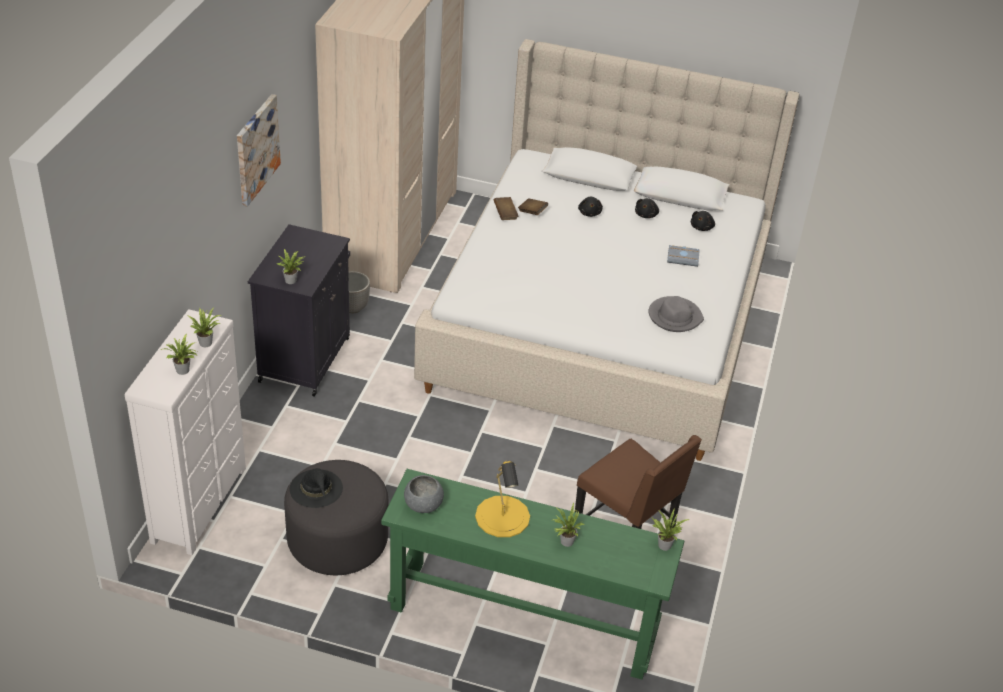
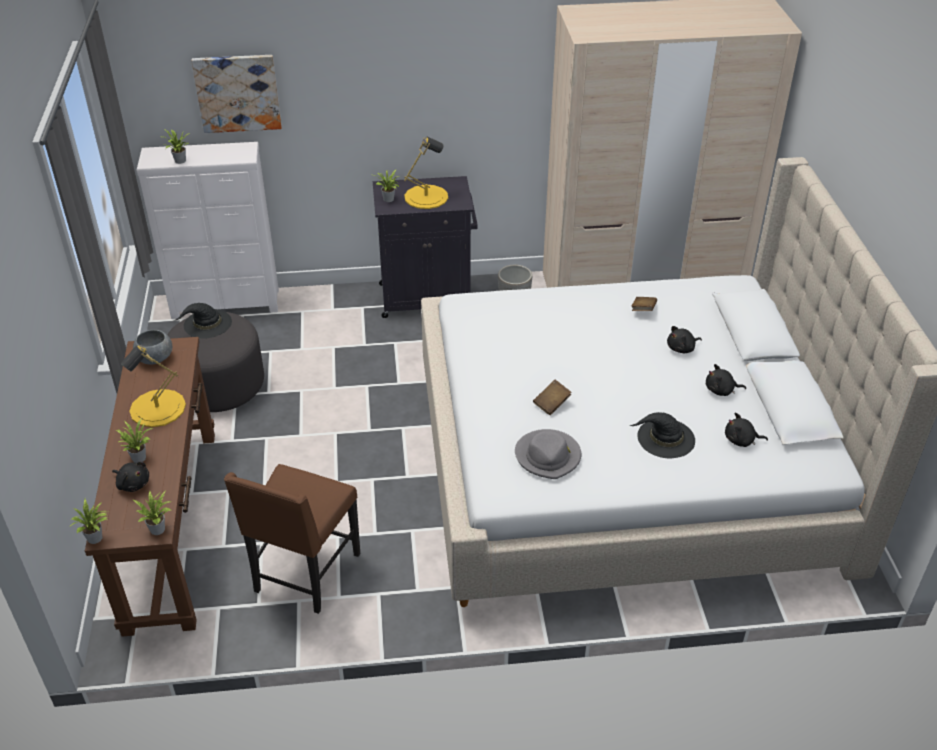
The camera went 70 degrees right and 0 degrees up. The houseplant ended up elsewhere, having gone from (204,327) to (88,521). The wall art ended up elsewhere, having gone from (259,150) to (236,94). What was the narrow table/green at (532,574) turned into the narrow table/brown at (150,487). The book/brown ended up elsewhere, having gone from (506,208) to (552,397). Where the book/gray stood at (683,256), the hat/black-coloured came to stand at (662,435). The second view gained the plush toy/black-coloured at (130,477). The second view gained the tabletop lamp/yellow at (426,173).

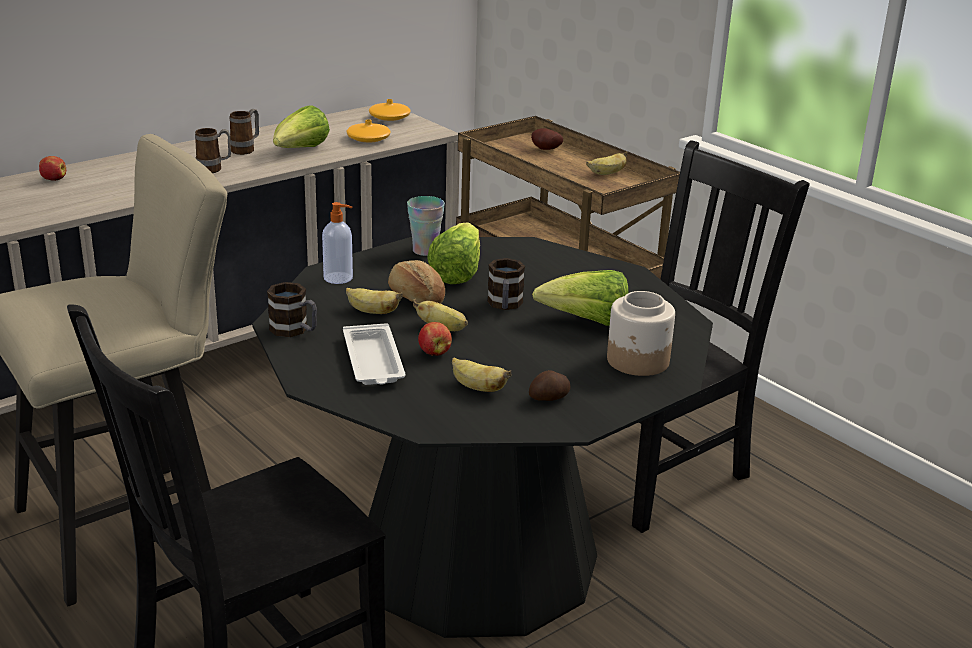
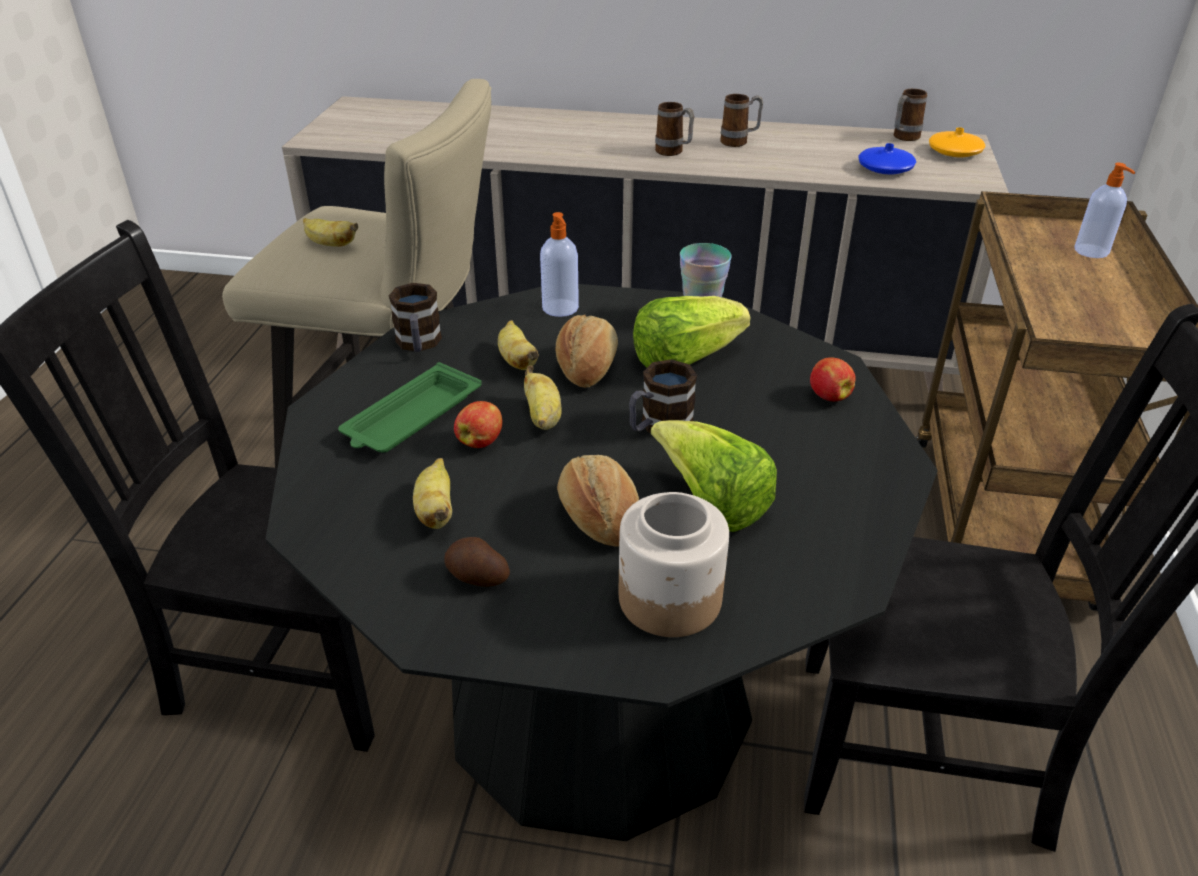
The camera went 50 degrees right and 10 degrees up. The apple ended up elsewhere, having gone from (52,168) to (833,380). The second view lost the head of lettuce at (301,126). What was the carrying tray/white-coloured at (374,354) turned into the carrying tray/green at (410,407). What was the decorative vase/orange at (369,130) turned into the decorative vase/blue at (887,159). Where the whole potato stood at (547,139), the soap bottle came to stand at (1104,210). The whole banana ended up elsewhere, having gone from (606,163) to (330,232). The second view gained the bakery bread at (598,501). The second view gained the mug at (910,115).

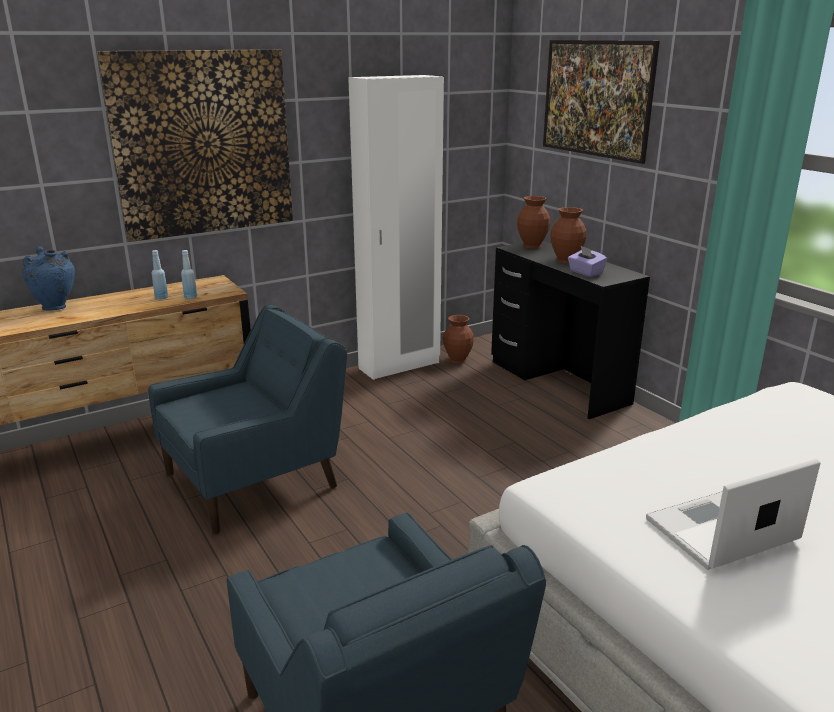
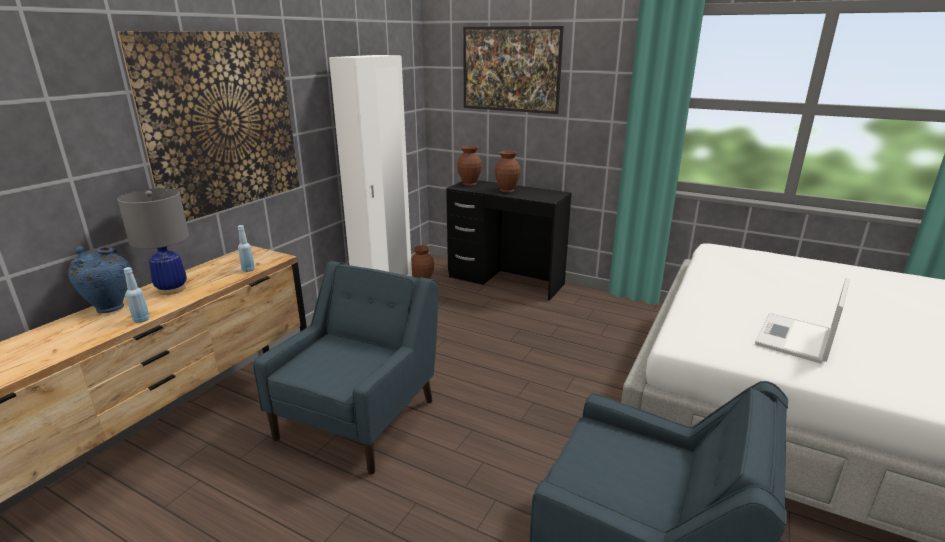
The camera went 30 degrees left and 0 degrees up. The beverage bottle/blue ended up elsewhere, having gone from (159,274) to (137,295). The second view lost the tissue box/purplish at (587,261). The second view gained the tabletop lamp/gray at (153,241).

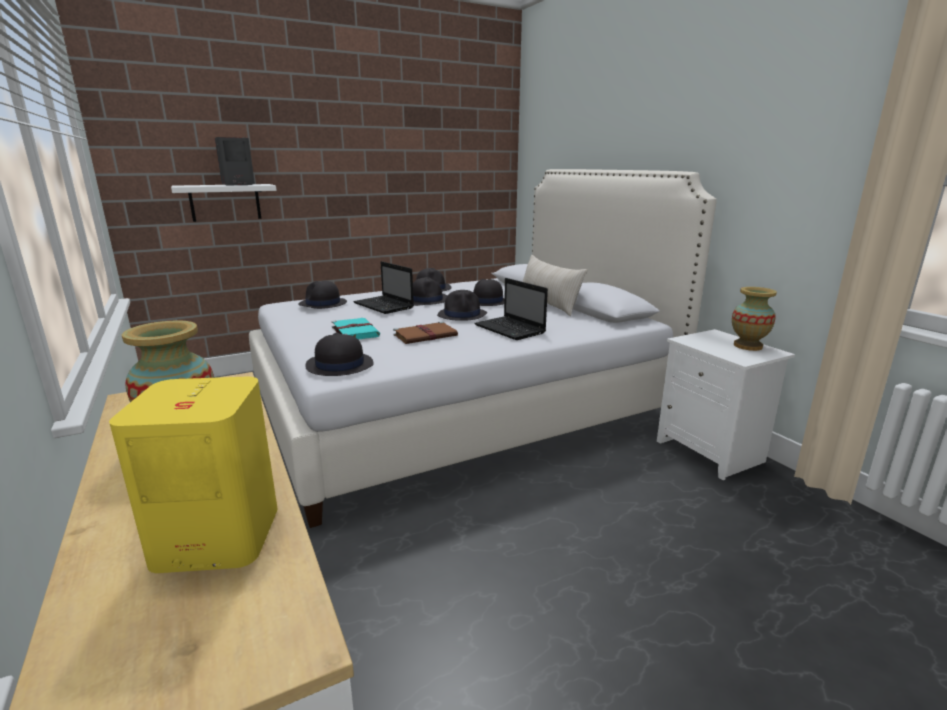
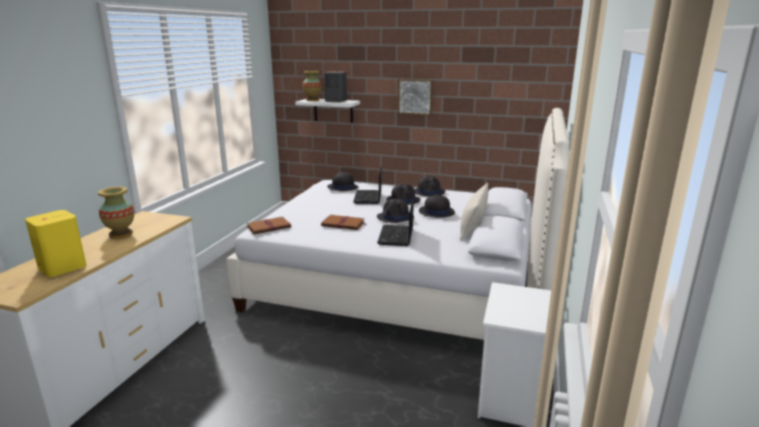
The camera went 45 degrees right and 0 degrees up. Where the hat/black-coloured stood at (339,354), the book/brown came to stand at (269,225). The second view lost the book/turquoise at (356,329). The decorative vase ended up elsewhere, having gone from (754,319) to (312,86). The second view gained the wall art at (415,97).

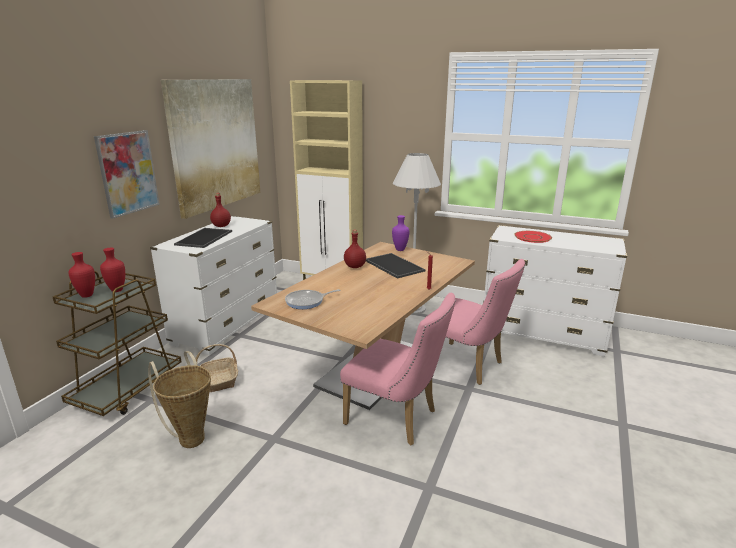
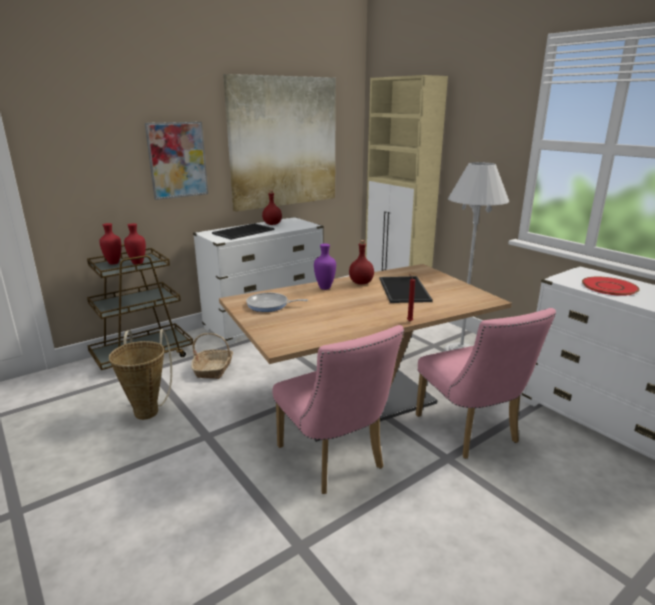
The camera went 30 degrees right and 0 degrees up. The decorative vase/purplish ended up elsewhere, having gone from (400,233) to (325,267).

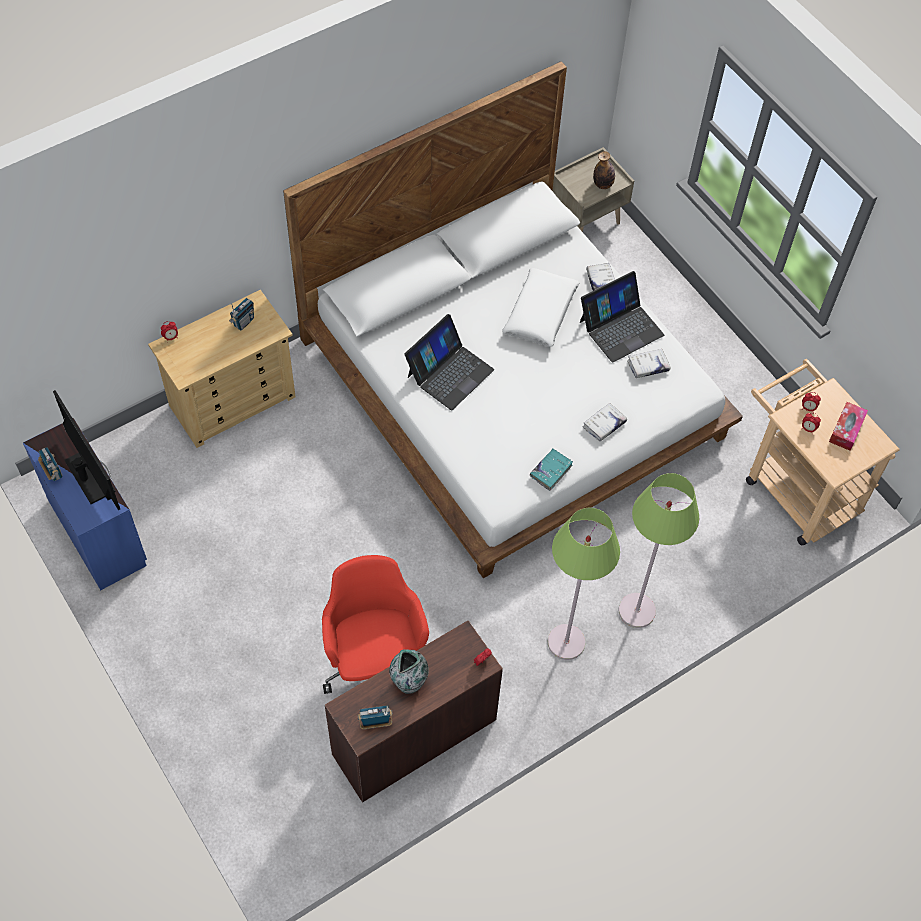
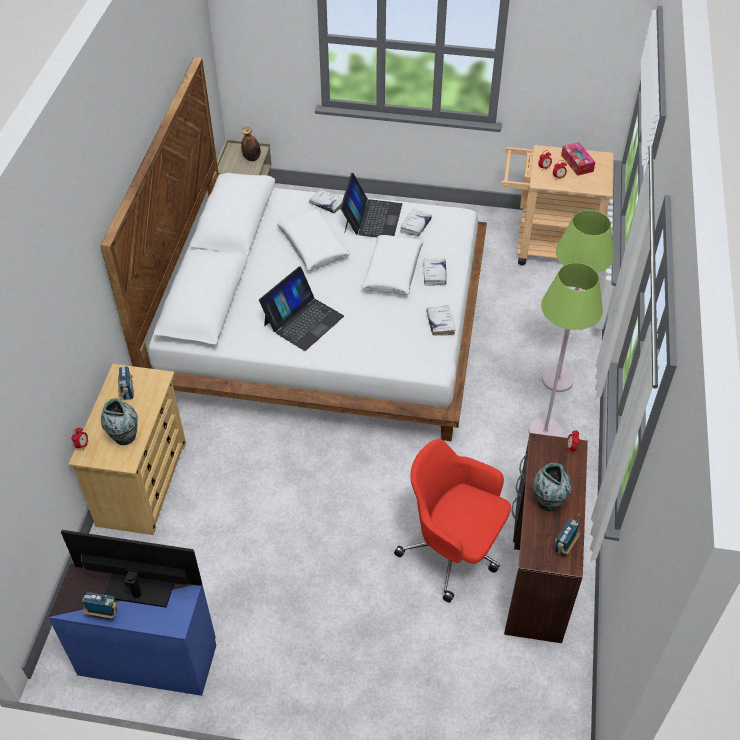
The camera went 45 degrees left and 10 degrees down. The notebook computer at (449,362) ended up facing another way, 45 degrees clockwise from before. What was the book/turquoise at (551,470) turned into the book/white-coloured at (441,321). The second view gained the decorative vase at (119,421). The second view gained the cushion/white-coloured at (392,265).

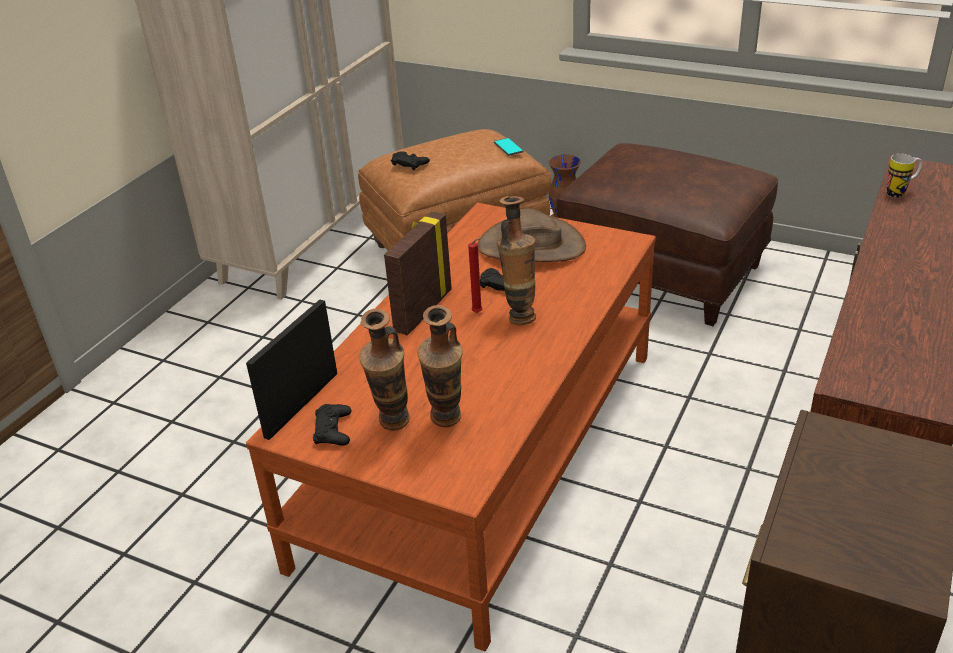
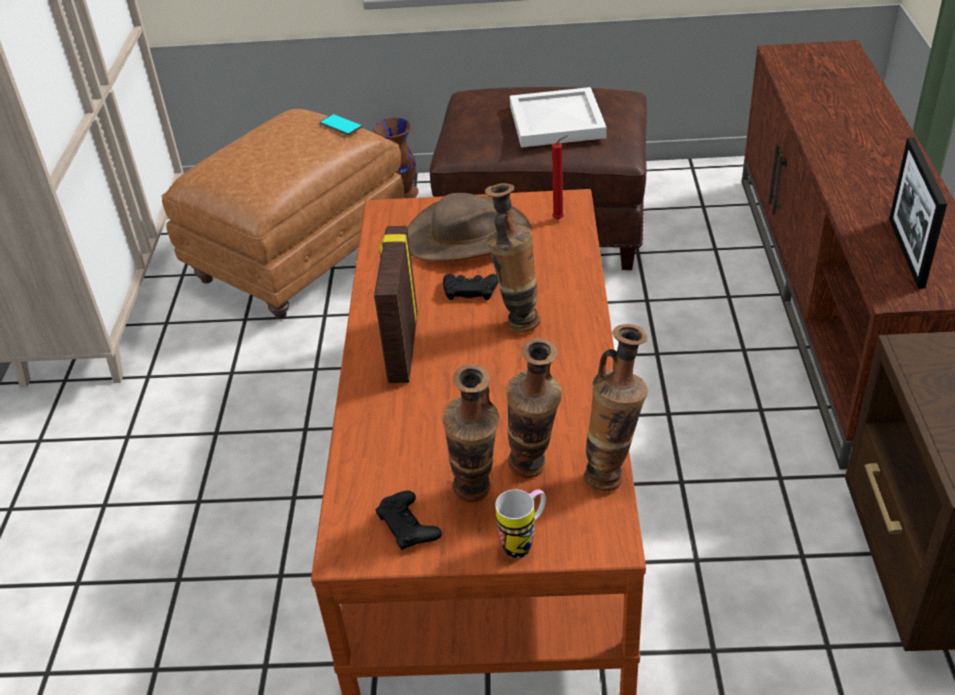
The camera went 25 degrees left and 5 degrees up. The photo frame ended up elsewhere, having gone from (291,369) to (918,213). The second view lost the game controller/black-coloured at (410,160). The wax light/red-coloured ended up elsewhere, having gone from (475,275) to (559,178). The mug ended up elsewhere, having gone from (904,176) to (520,524). The second view gained the carrying tray/white-coloured at (558,117). The second view gained the decorative vase at (616,407).

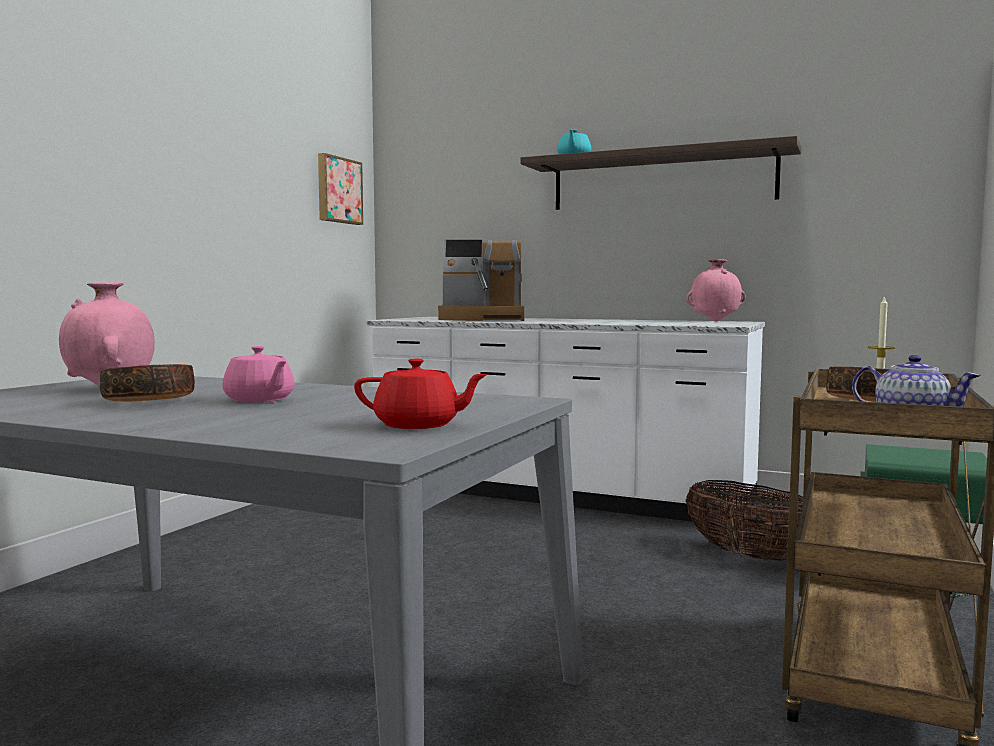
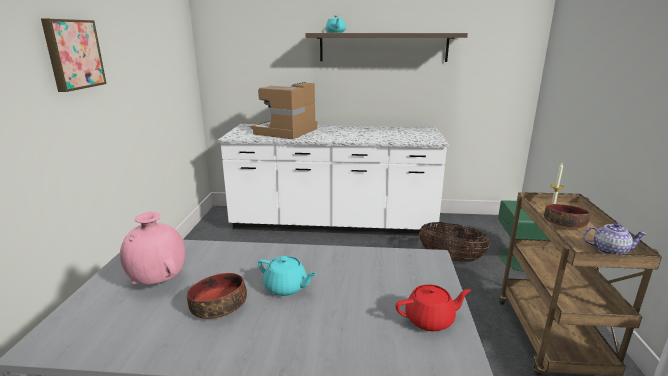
The camera went 20 degrees left and 15 degrees up. What was the teapot/pinkish at (258,374) turned into the teapot/turquoise at (287,276). The wall art ended up elsewhere, having gone from (340,189) to (74,55). The coffee maker at (481,280) ended up facing another way, 135 degrees clockwise from before. The second view lost the decorative vase/pinkish at (716,290).

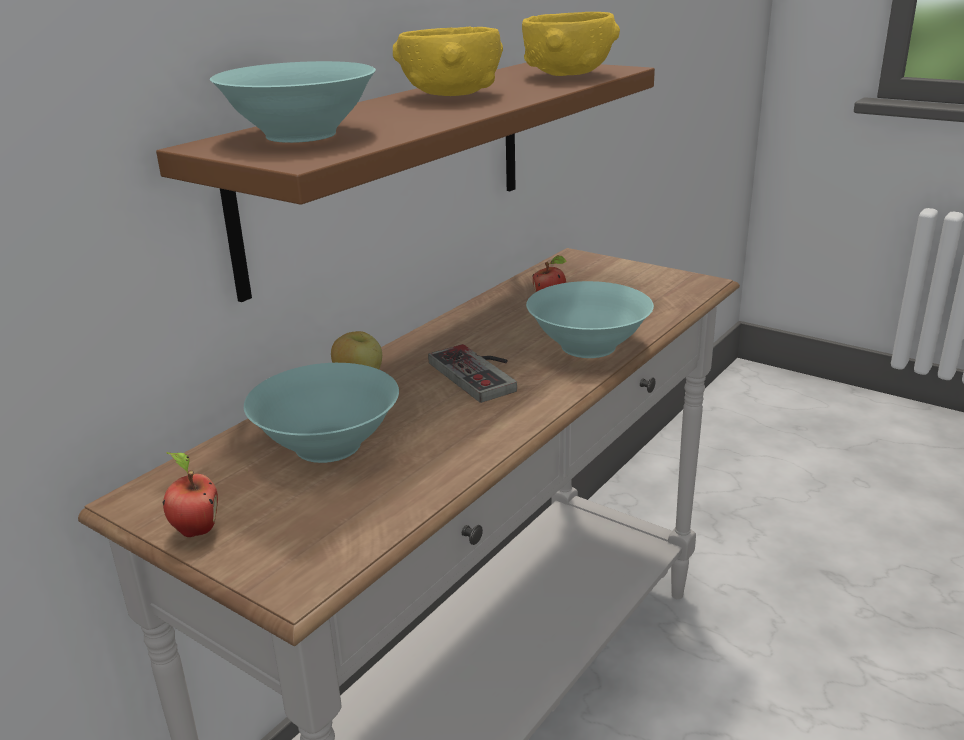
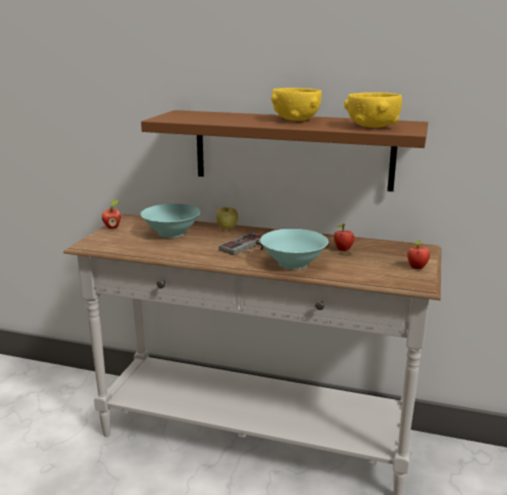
The camera went 70 degrees right and 5 degrees down. The second view lost the serving bowl/turquoise at (293,102). The second view gained the apple at (418,254).

